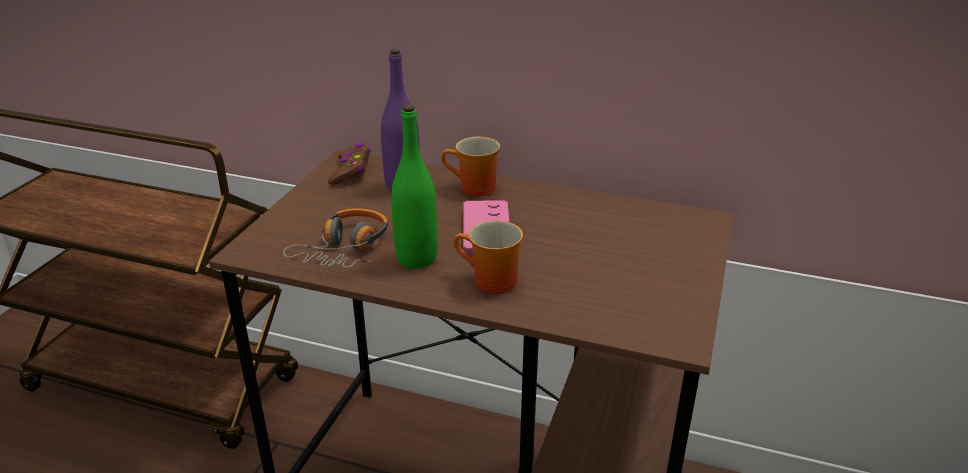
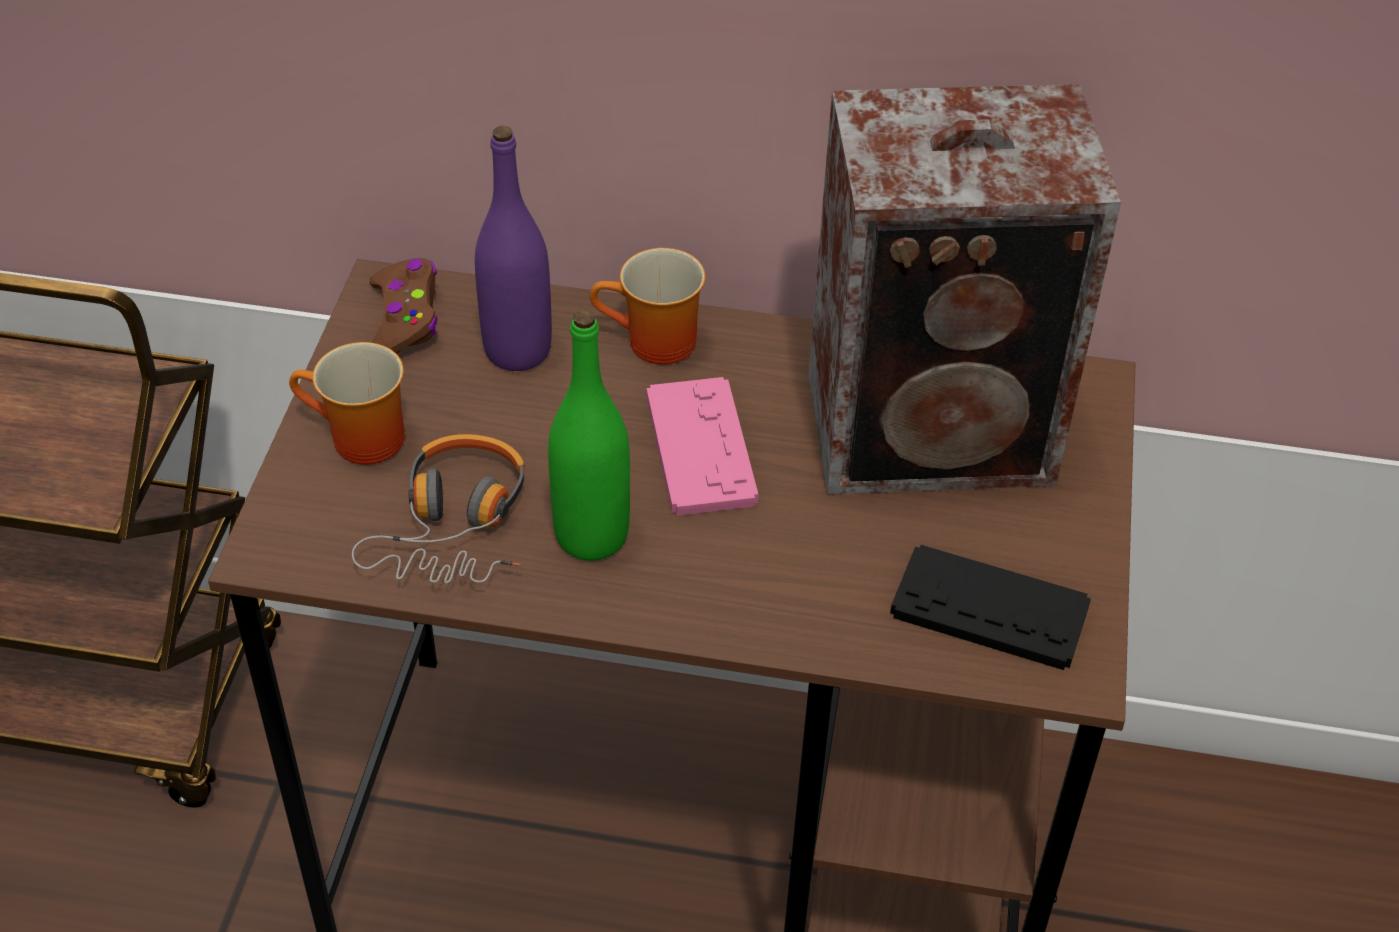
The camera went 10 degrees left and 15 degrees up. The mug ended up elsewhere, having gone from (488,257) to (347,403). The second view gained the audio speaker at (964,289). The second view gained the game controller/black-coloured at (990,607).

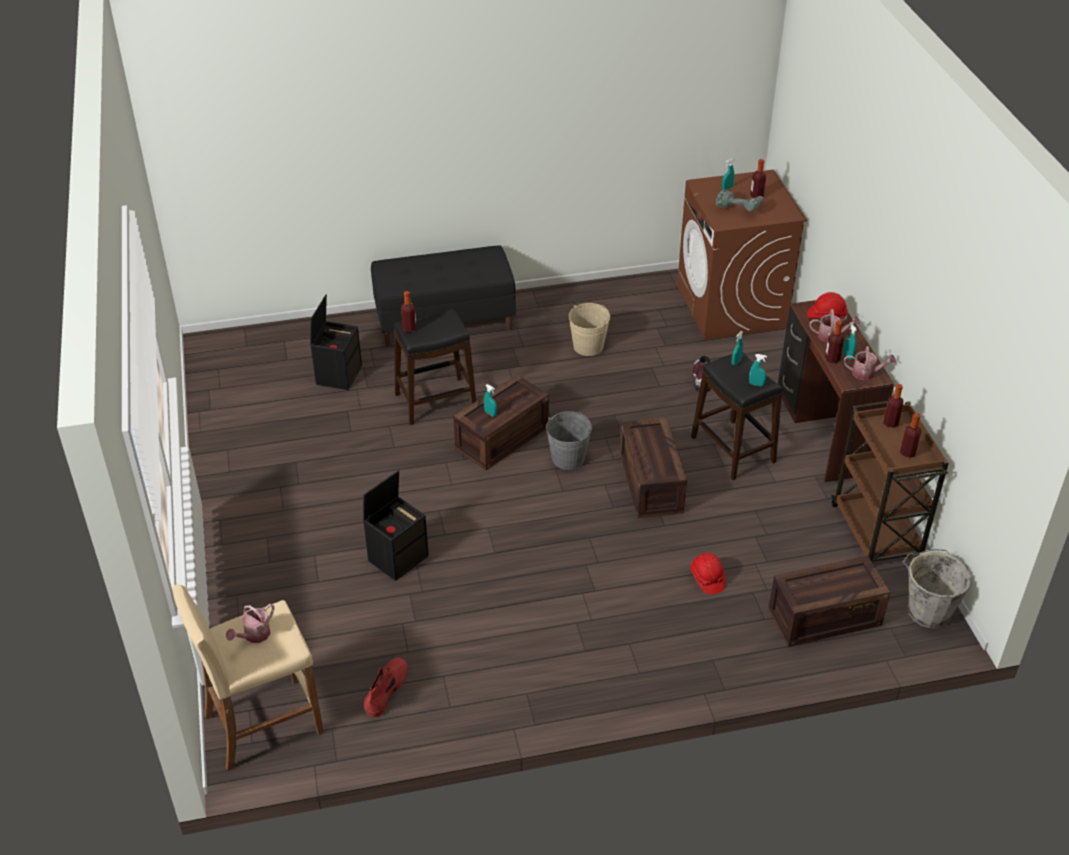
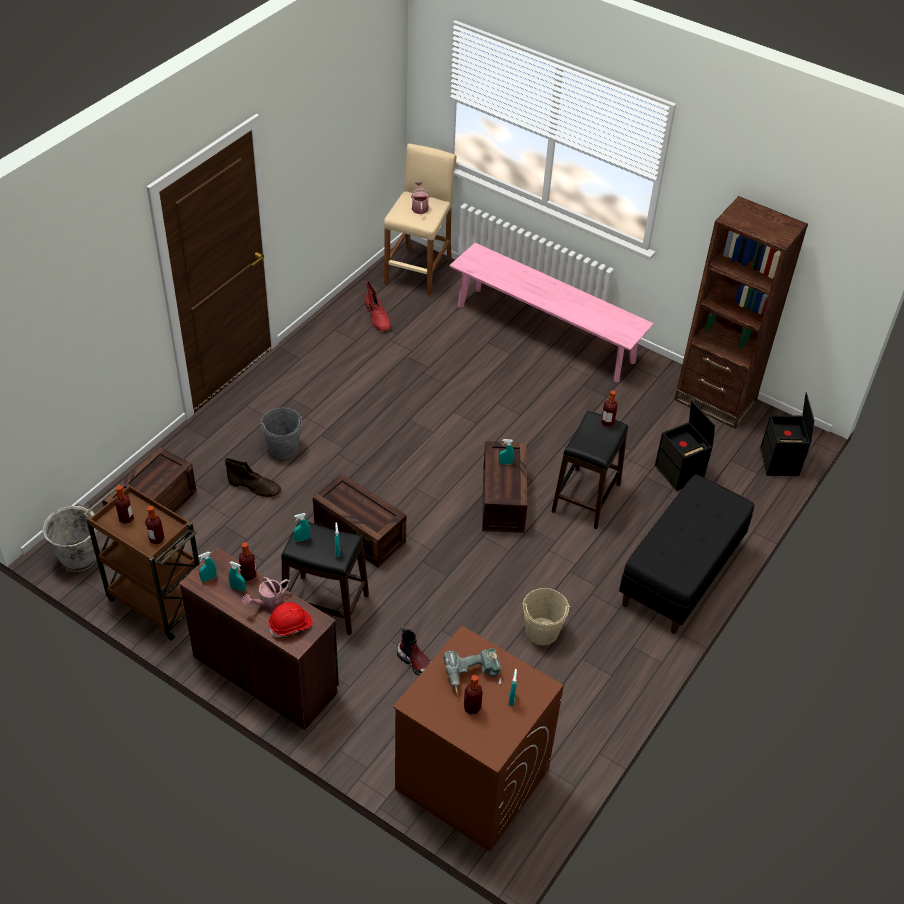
The camera went 135 degrees right and 5 degrees up. The storage box/black-coloured ended up elsewhere, having gone from (396,525) to (787,434). The pail/gray ended up elsewhere, having gone from (569,440) to (281,433). Where the work helmet/red-coloured stood at (708,574), the tall boot/brown came to stand at (253,477). Where the watering can stood at (870,363), the sprayer/turquoise came to stand at (207,567). The second view gained the long seat/pinkish at (551,312). The second view gained the bookcase/brown at (741,312).

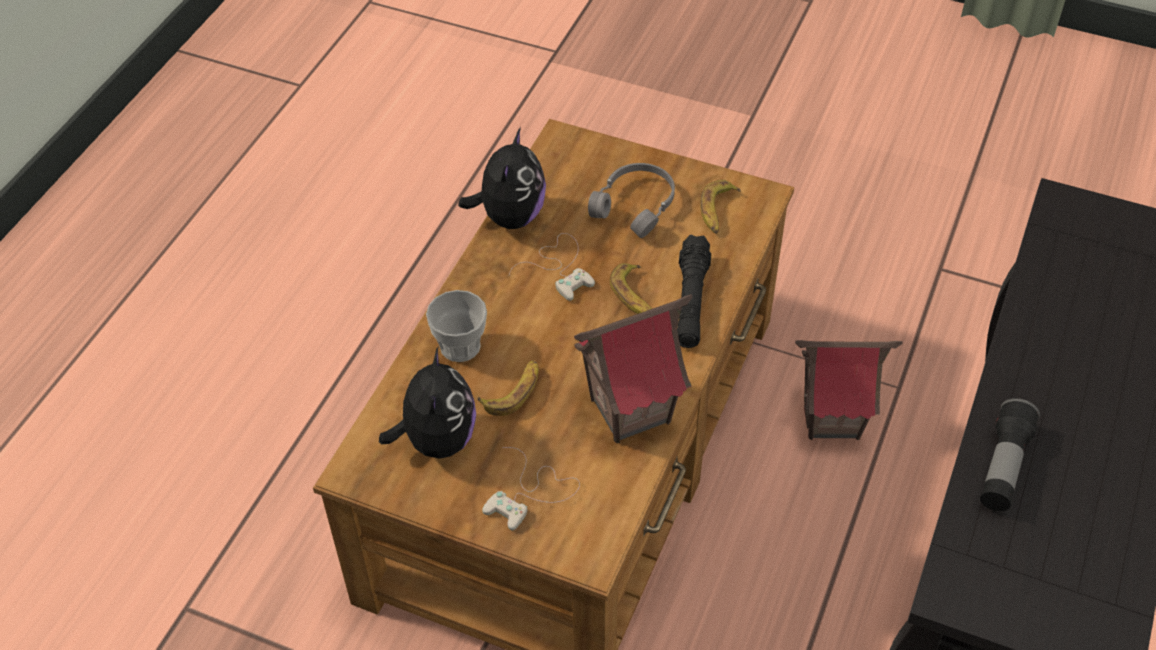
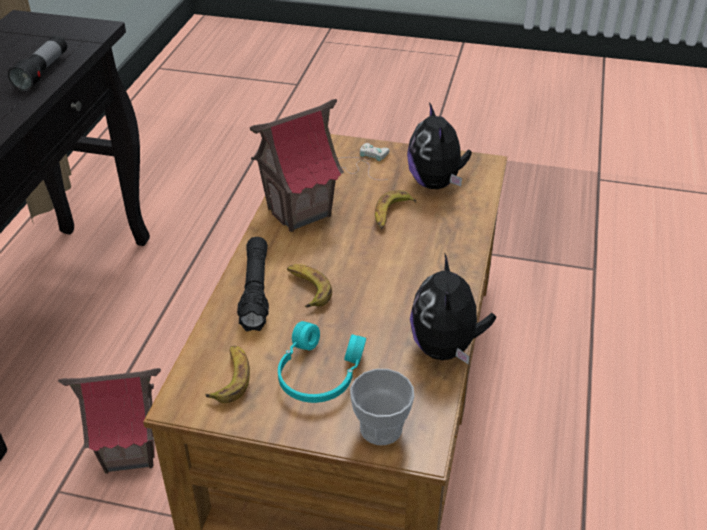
The camera went 170 degrees right and 10 degrees down. The drinking cup ended up elsewhere, having gone from (456,326) to (382,407). The second view lost the game controller/white-coloured at (552,267). What was the pair of headphones/gray at (631,200) turned into the pair of headphones/turquoise at (322,362).

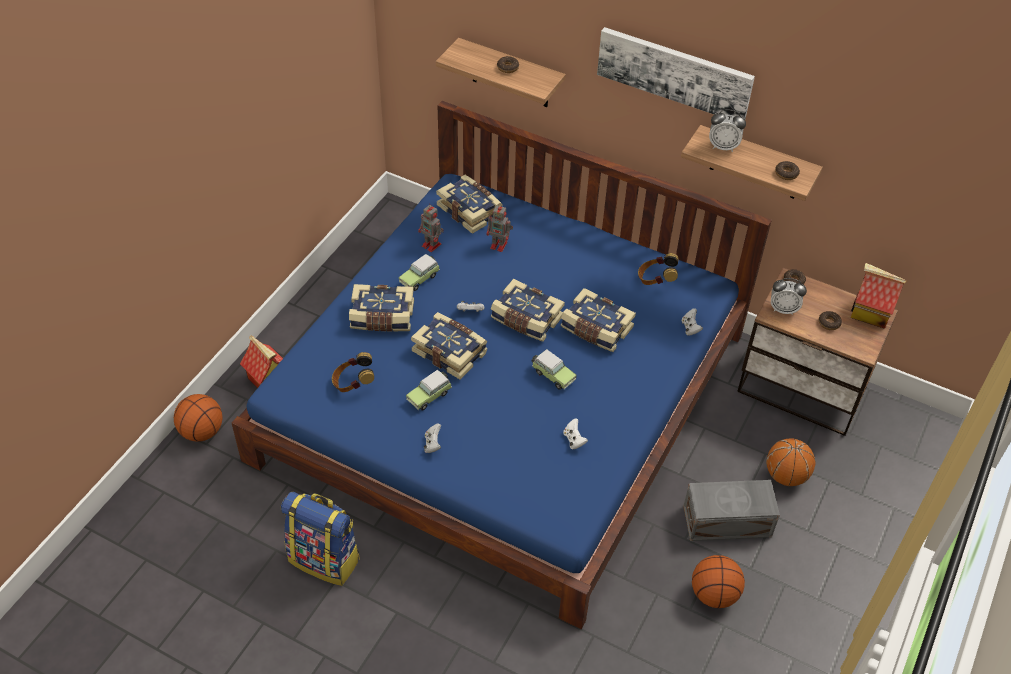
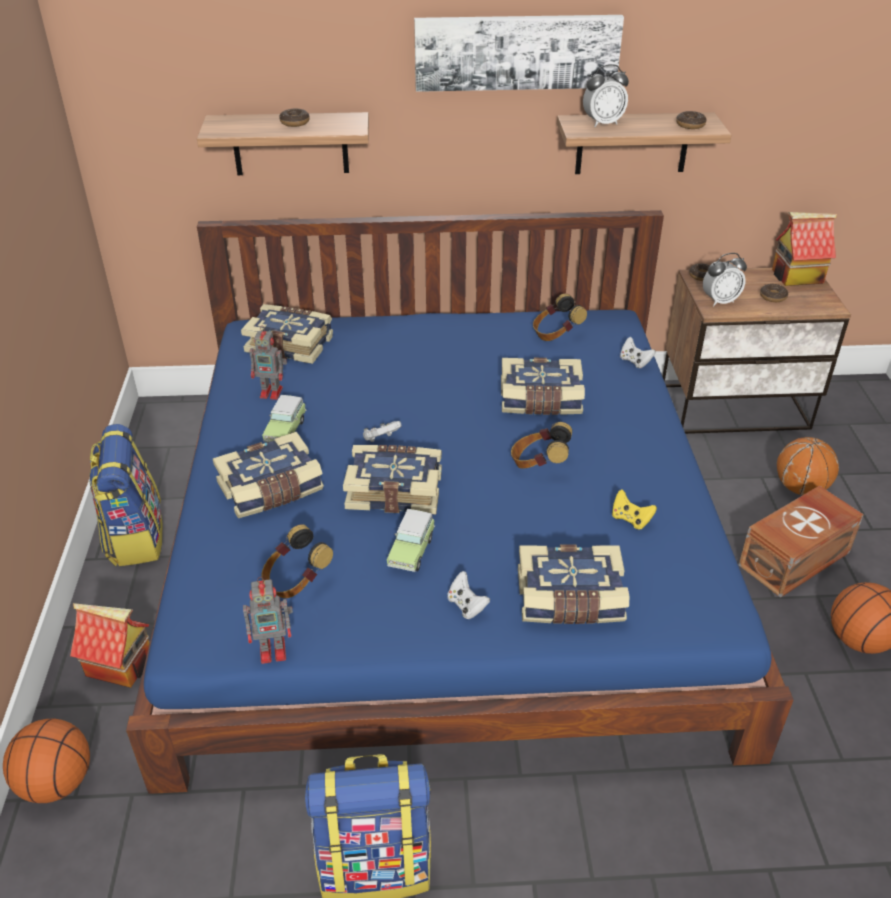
The camera went 30 degrees left and 10 degrees down. The toy robot ended up elsewhere, having gone from (500,228) to (268,620). The book ended up elsewhere, having gone from (528,310) to (573,584). Where the miniature car stood at (554,369), the pair of headphones came to stand at (541,445). What was the game controller/white-coloured at (575,433) turned into the game controller/yellow at (634,510). What was the storage box/gray at (732,510) turned into the storage box/brown at (801,541). The second view gained the backpack at (126,495).

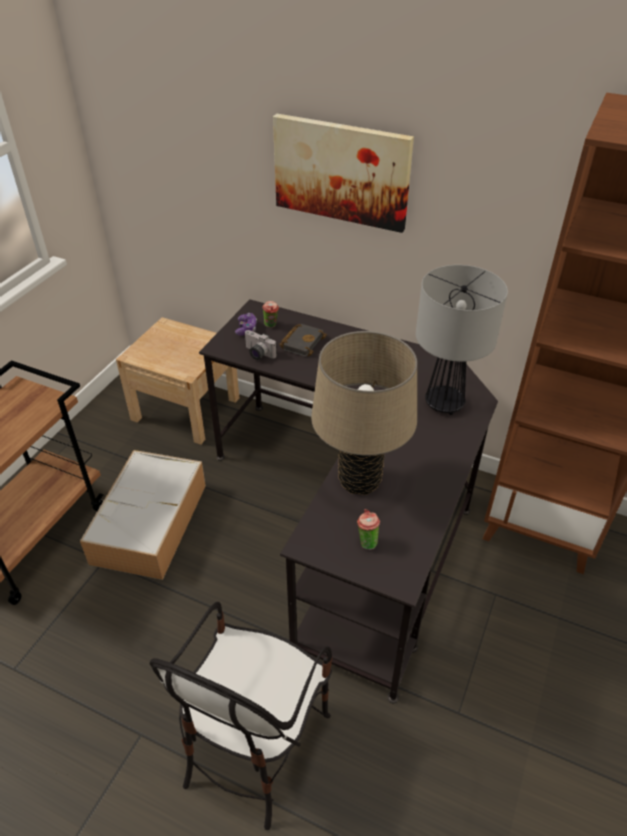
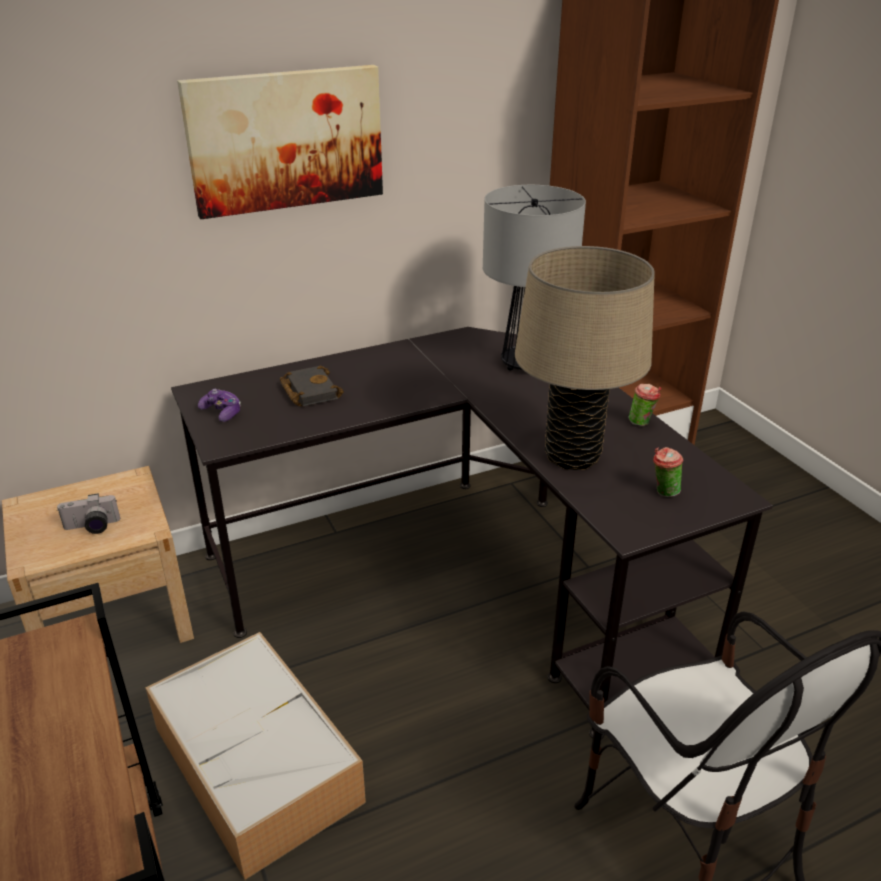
The camera went 50 degrees left and 10 degrees down. The still camera ended up elsewhere, having gone from (261,345) to (89,513). The drinking cup ended up elsewhere, having gone from (270,314) to (644,405).

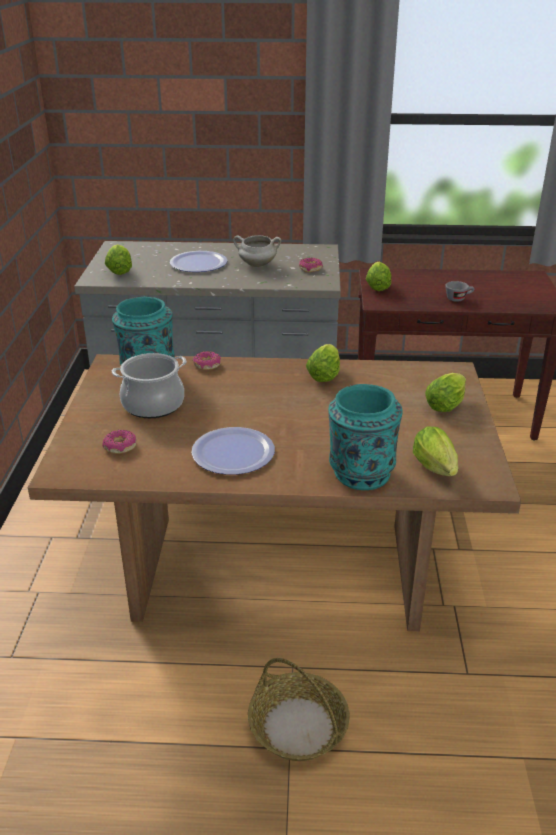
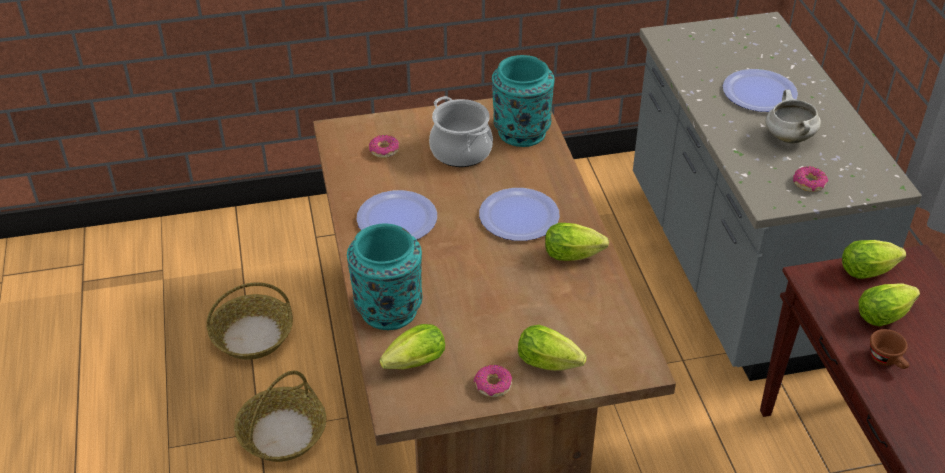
The camera went 75 degrees right and 10 degrees up. The head of lettuce ended up elsewhere, having gone from (118,259) to (889,304). The doughnut ended up elsewhere, having gone from (207,360) to (493,381). What was the drinking cup/gray at (459,291) turned into the drinking cup/brown at (889,349). The second view gained the basket at (249,321). The second view gained the dinner plate at (519,214).

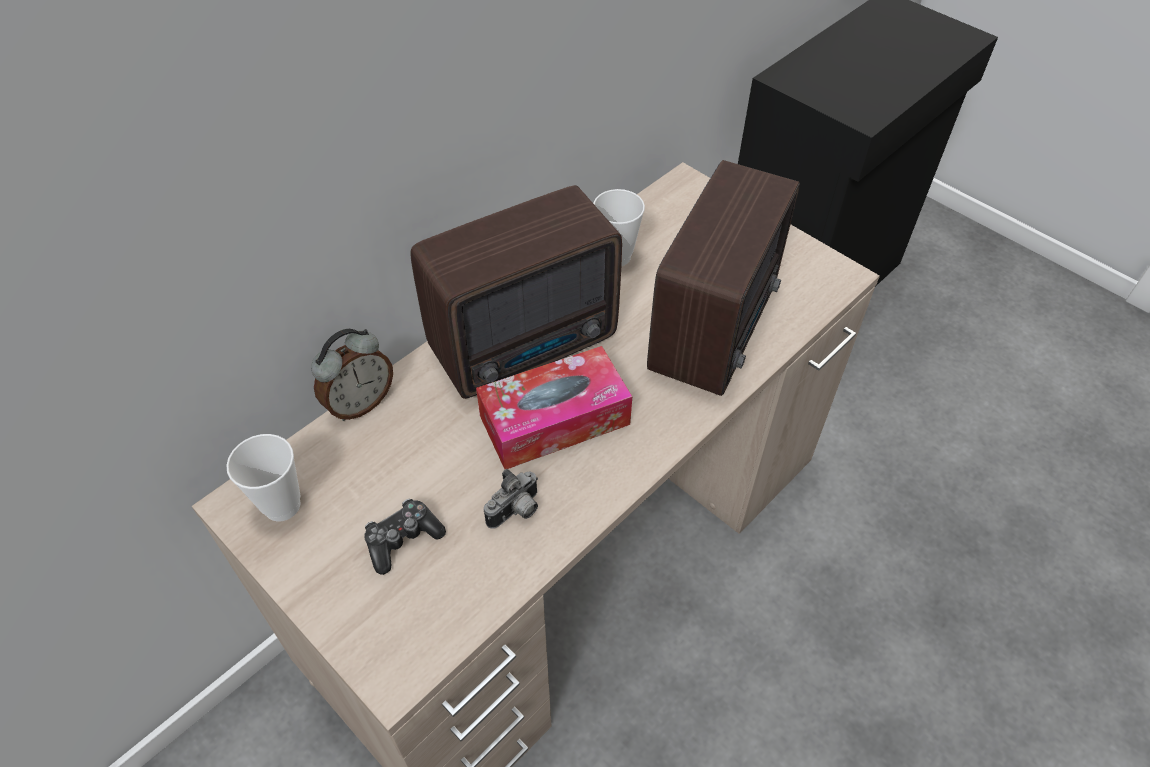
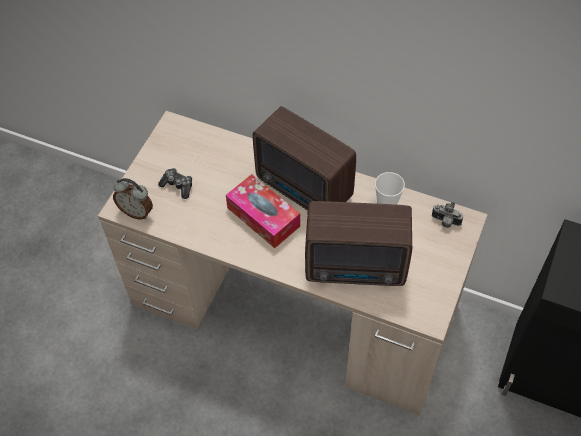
The camera went 70 degrees right and 5 degrees up. The second view lost the drinking cup at (263,477). The table clock ended up elsewhere, having gone from (352,375) to (133,198). The still camera ended up elsewhere, having gone from (511,499) to (447,215).

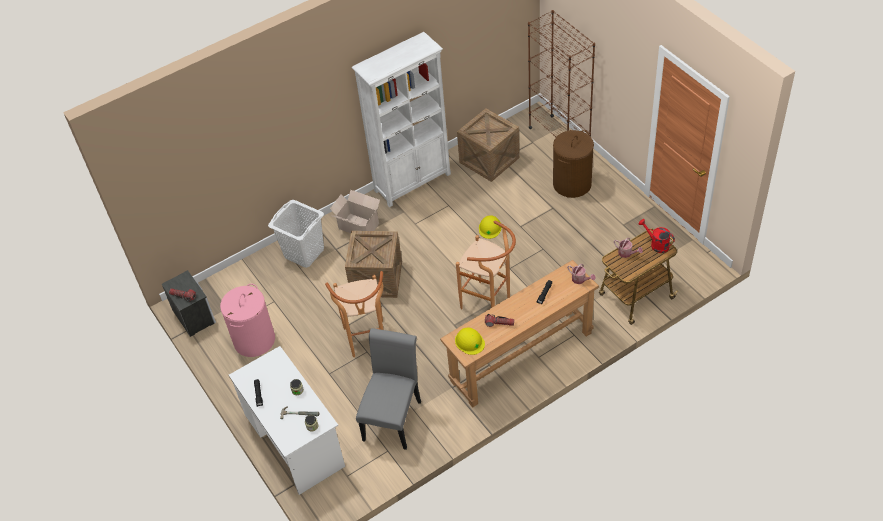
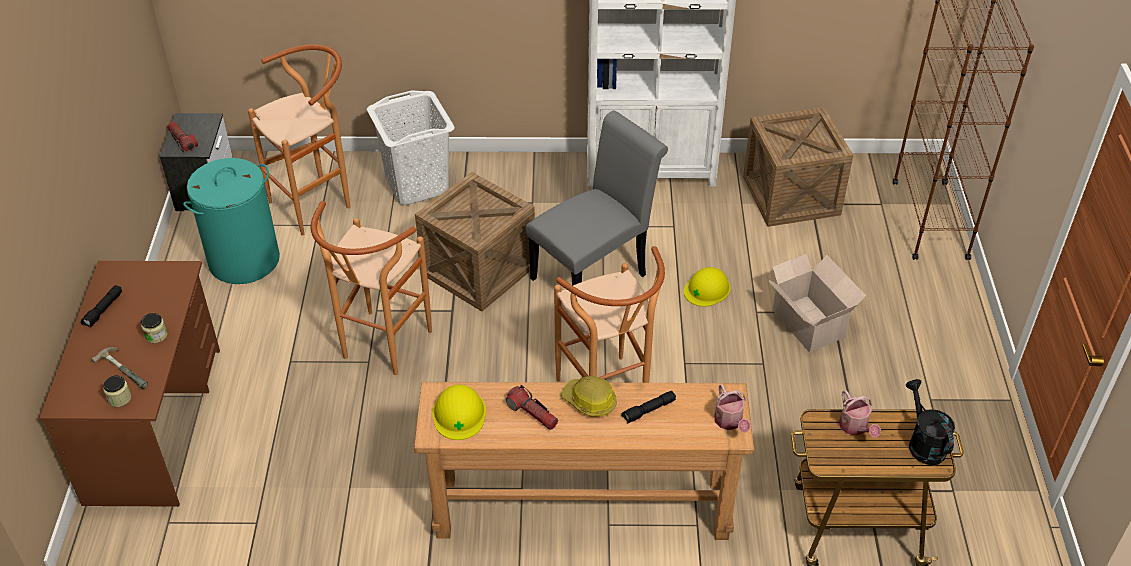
The camera went 30 degrees right and 5 degrees down. What was the washing basket/pinkish at (247,320) turned into the washing basket/turquoise at (231,221). What was the desk/white-coloured at (287,420) turned into the desk/brown at (129,384). The packing box ended up elsewhere, having gone from (355,211) to (816,303). The upright chair/gray ended up elsewhere, having gone from (388,389) to (597,198). The second view lost the washing basket/brown at (573,164). What was the watering can/red-coloured at (656,236) turned into the watering can/black-coloured at (930,422). The second view gained the stool/brown at (299,140). The second view gained the work helmet at (589,396).

